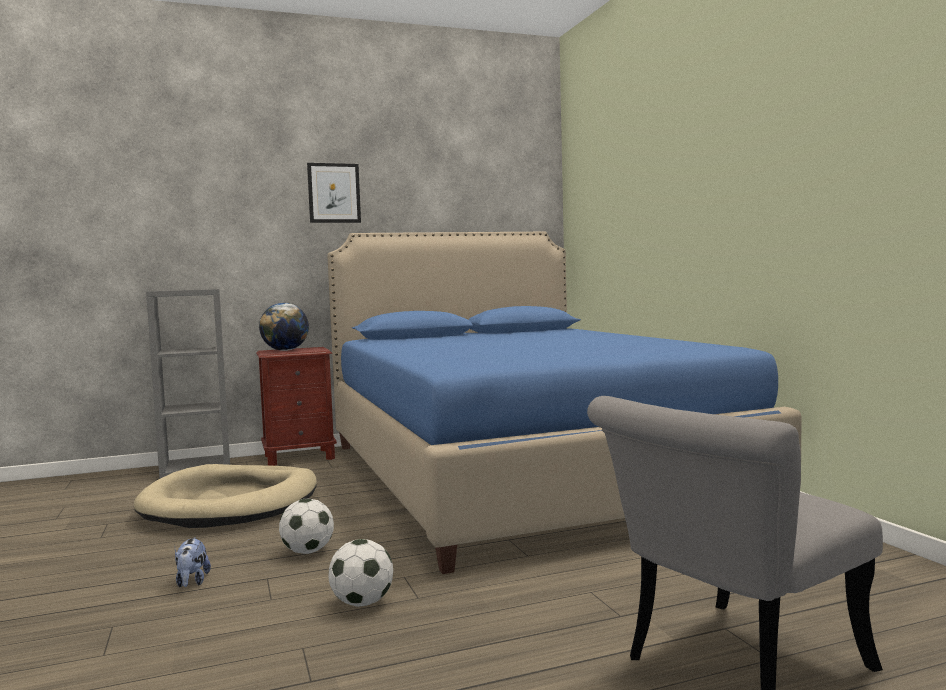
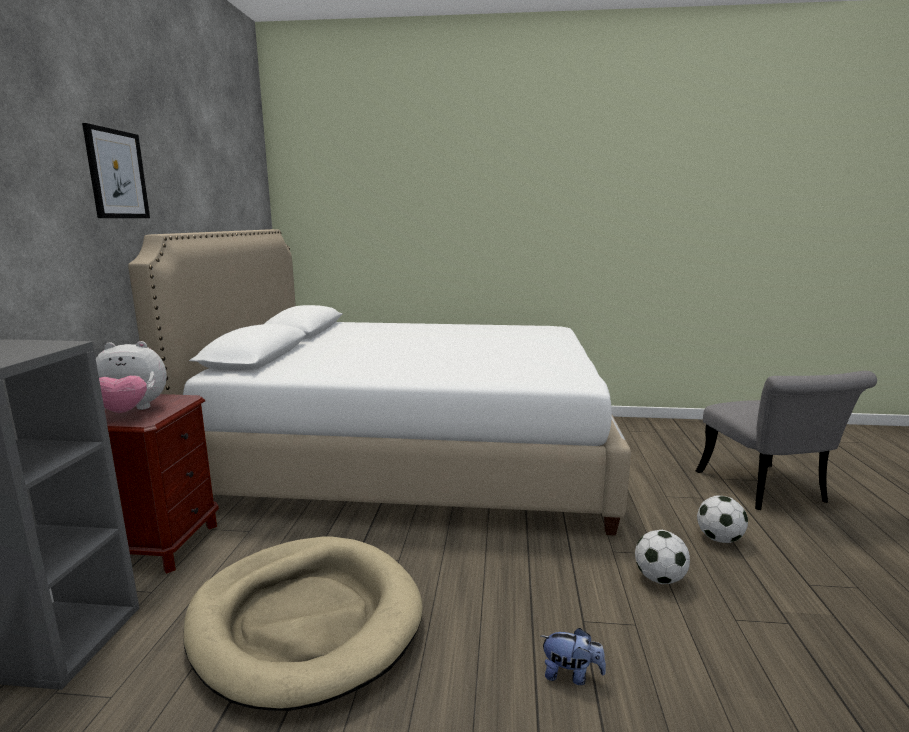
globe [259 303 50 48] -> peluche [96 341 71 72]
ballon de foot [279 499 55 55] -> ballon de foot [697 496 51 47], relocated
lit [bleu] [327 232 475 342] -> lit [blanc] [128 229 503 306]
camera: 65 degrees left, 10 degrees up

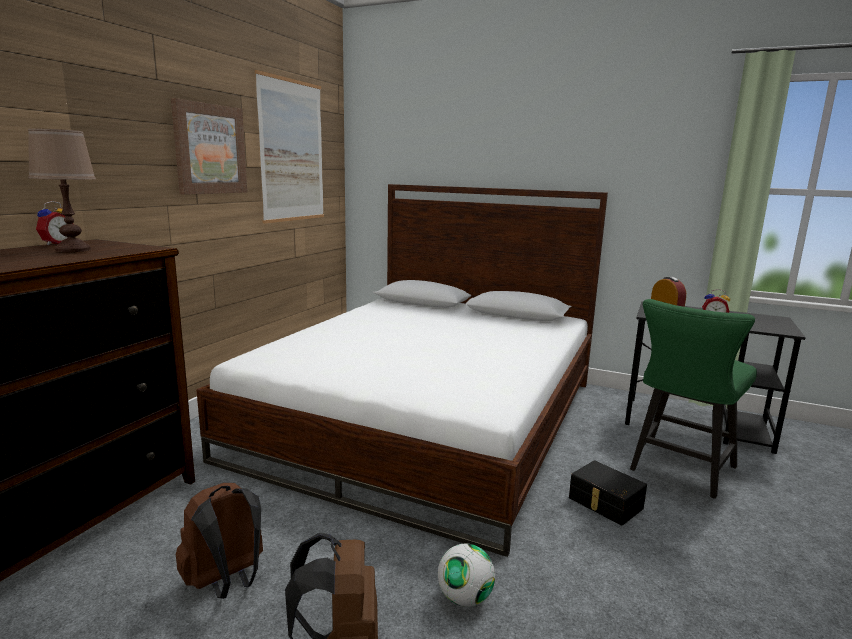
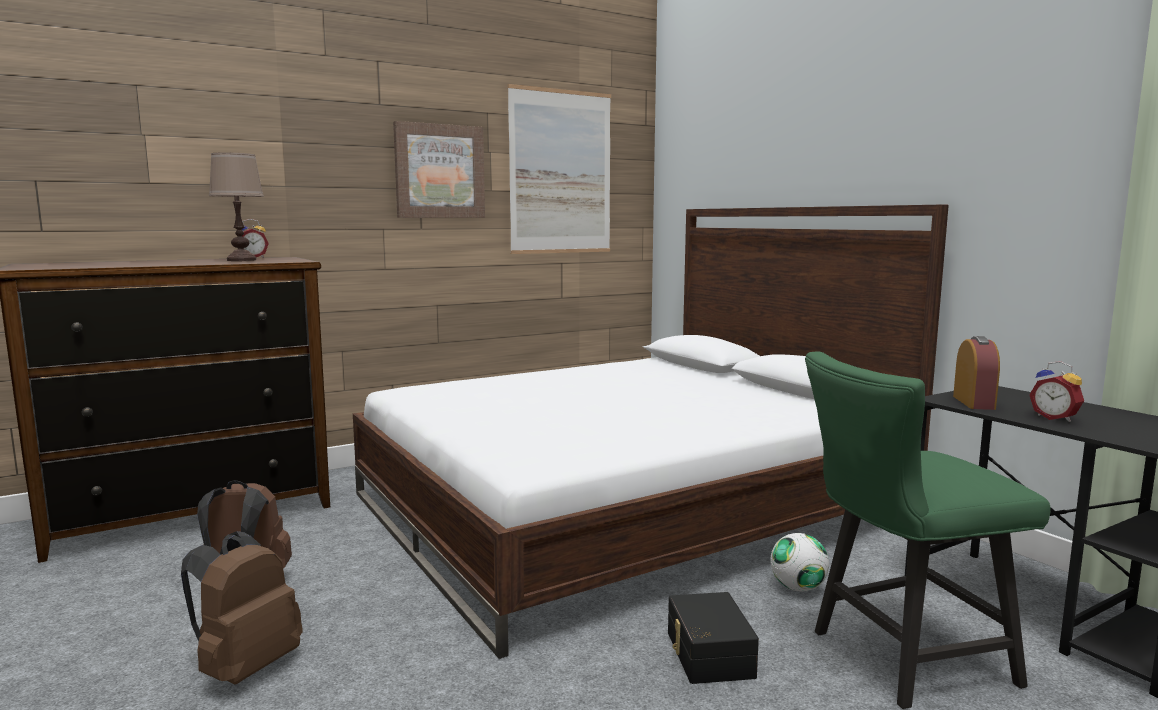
ballon de foot [438 543 57 64] -> ballon de foot [770 533 59 58], relocated
camera: 35 degrees right, 5 degrees down

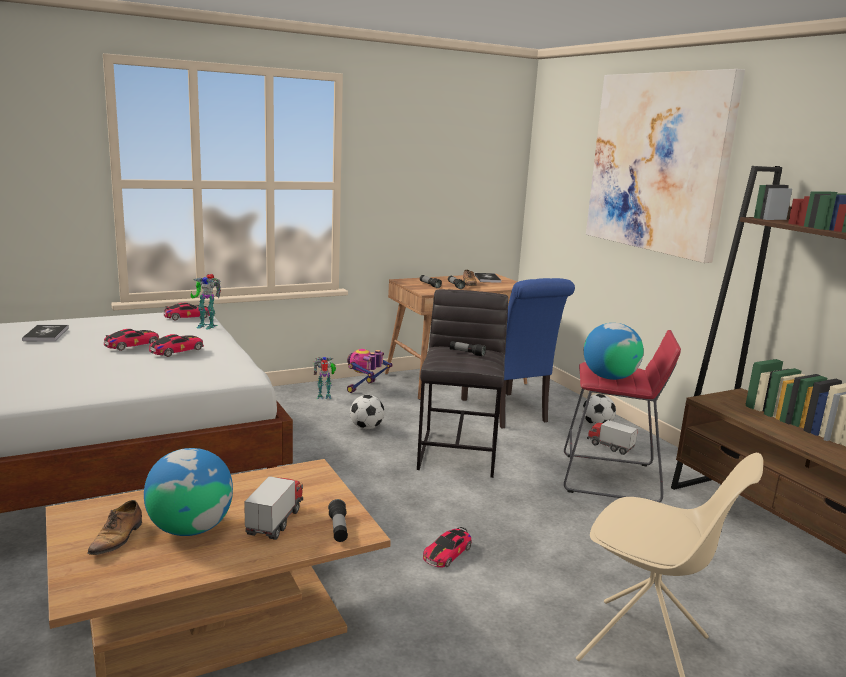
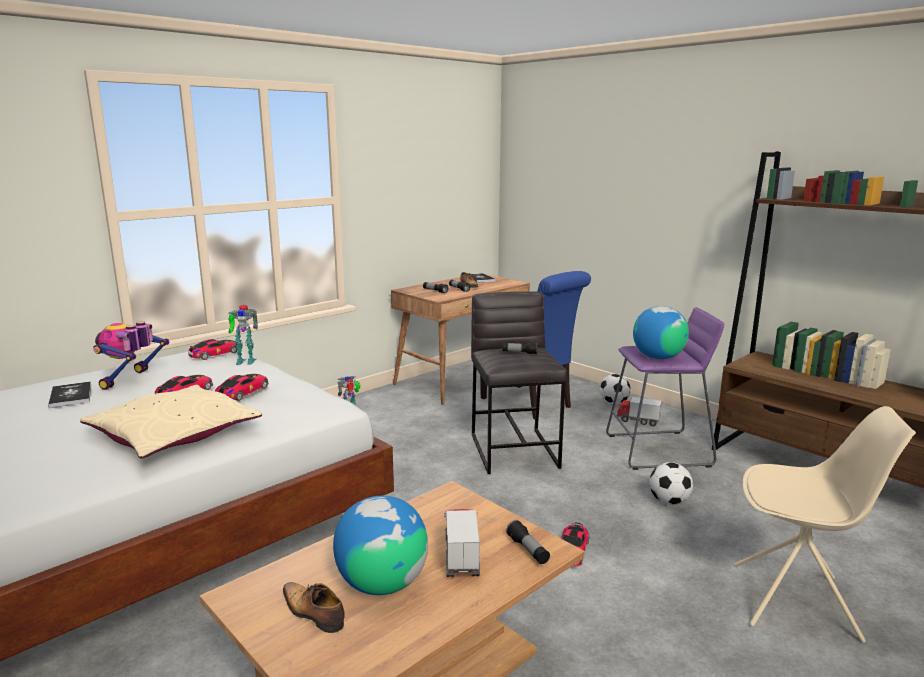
chaussure [87 500 55 55] -> chaussure [283 582 62 51], 135 degrees clockwise
robot jouet [347 349 46 44] -> robot jouet [93 321 76 69], relocated
ballon de foot [350 395 34 34] -> ballon de foot [649 462 44 43], relocated
tabouret [rouge] [564 330 117 173] -> tabouret [violet] [606 307 118 163]
tableau [586 69 159 194] -> none
none -> coussin [beige] [80 385 182 73]
camera: 15 degrees left, 0 degrees up

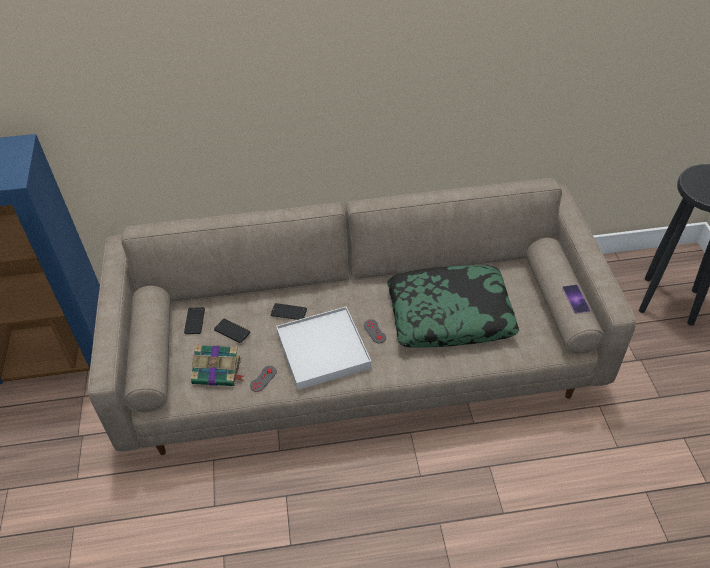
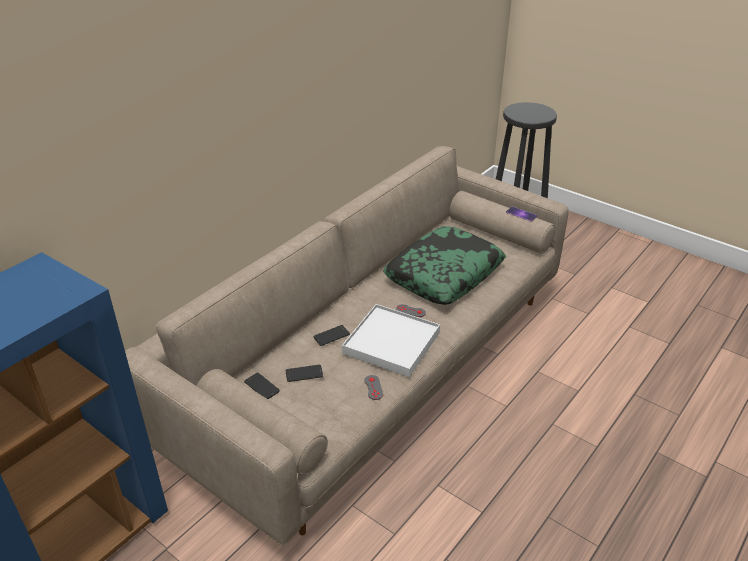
livre [191 344 53 42] -> none
camera: 45 degrees left, 10 degrees down

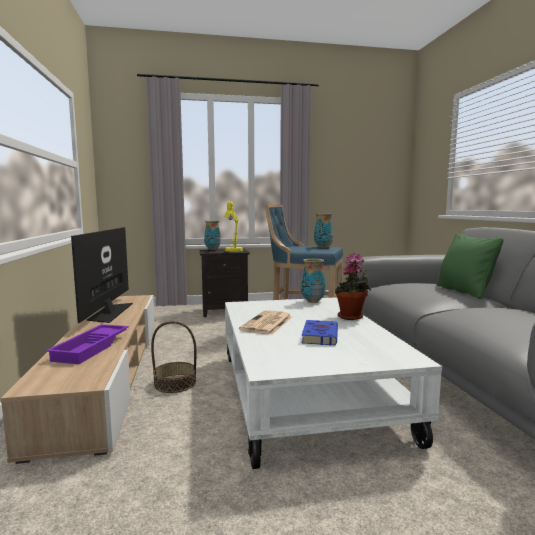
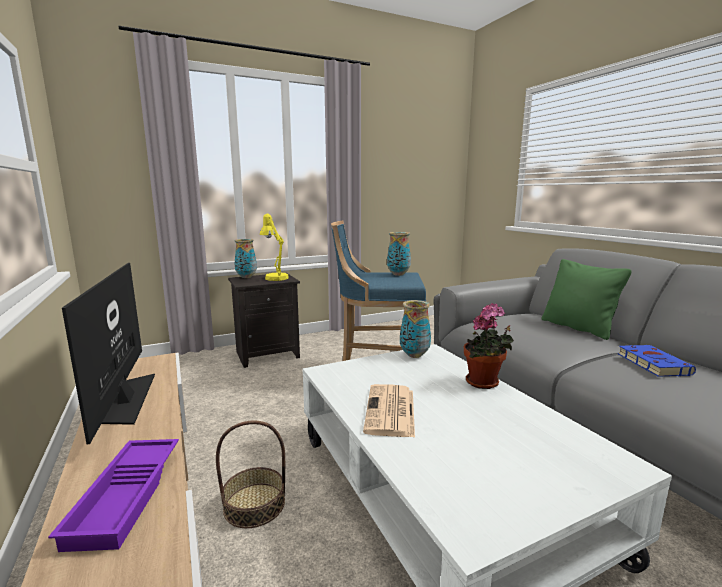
livre [bleu] [302 320 36 26] -> livre [bleu] [618 345 78 32], relocated
camera: 15 degrees left, 5 degrees up

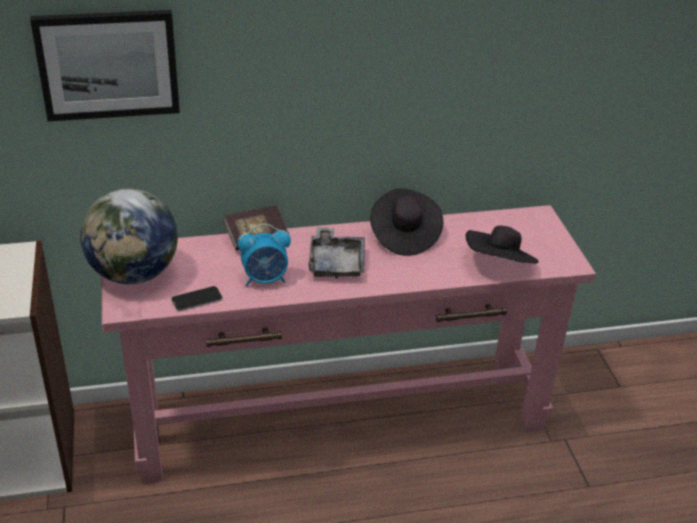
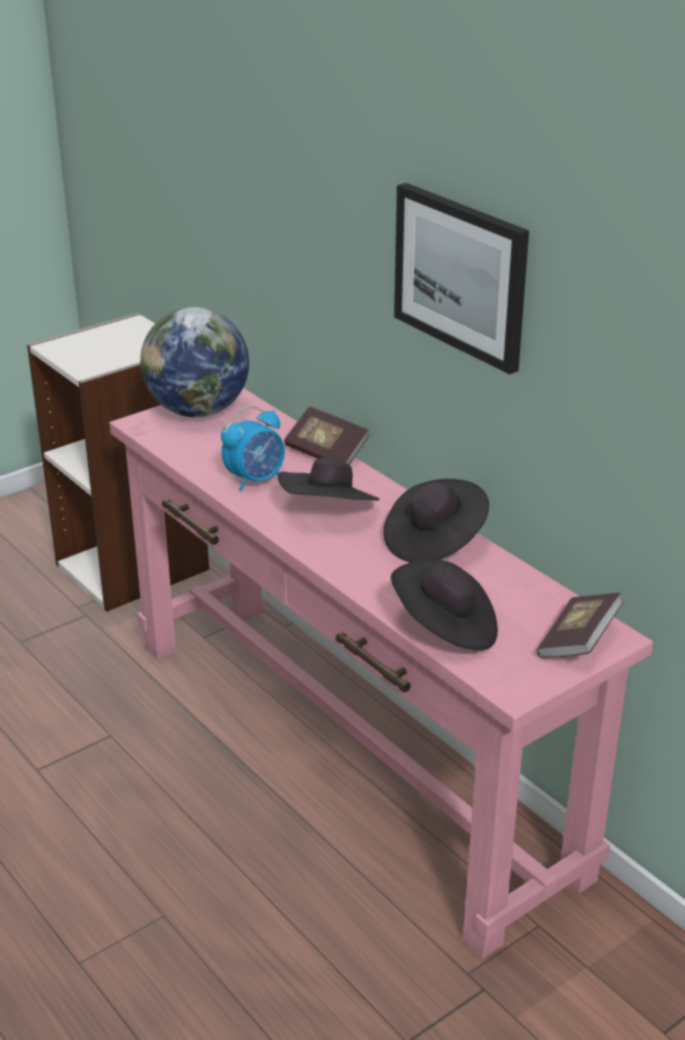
tableau [30 10 150 111] -> tableau [394 183 135 192], relocated
téléphone [171 286 52 25] -> none
réveil [238 224 53 62] -> réveil [221 406 64 86], 90 degrees counterclockwise
plateau [gris] [309 227 56 52] -> chapeau [noir] [278 458 101 43]
none -> livre [537 593 87 65]
camera: 65 degrees right, 5 degrees down

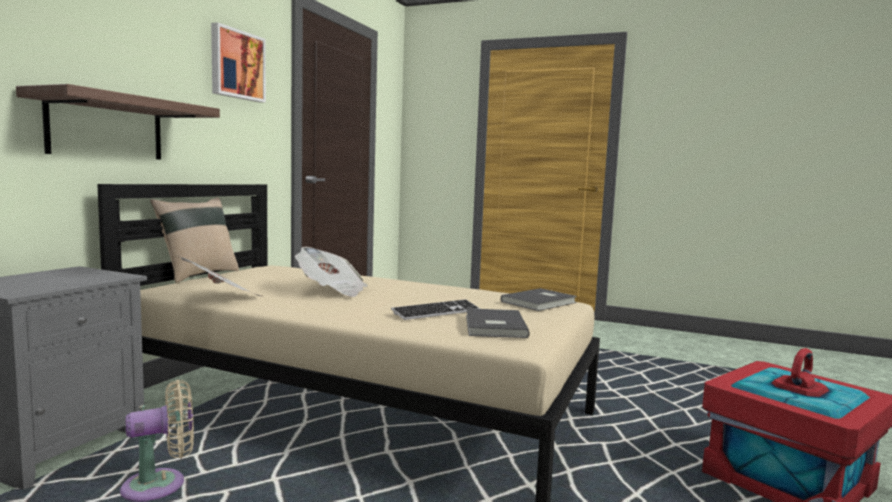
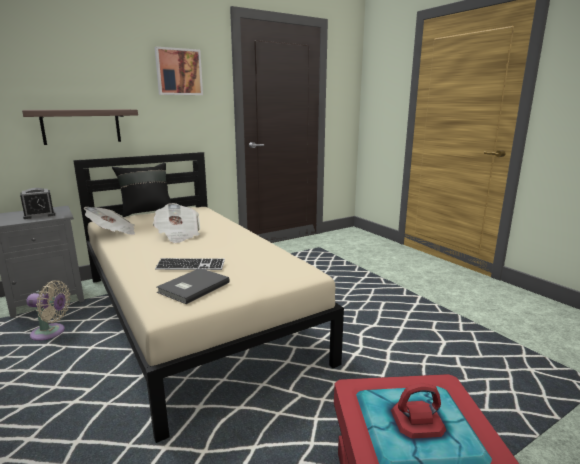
coussin [beige] [150 197 89 86] -> coussin [noir] [112 163 59 54]
livre [gris] [501 288 76 23] -> none
none -> réveil [20 188 35 31]
camera: 35 degrees right, 10 degrees up

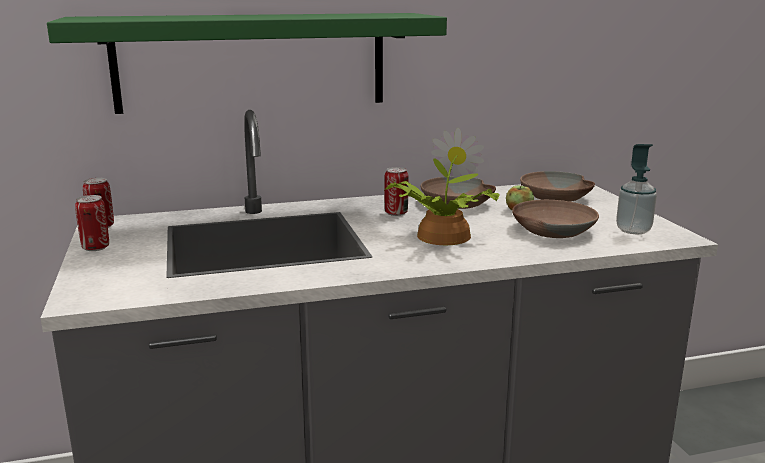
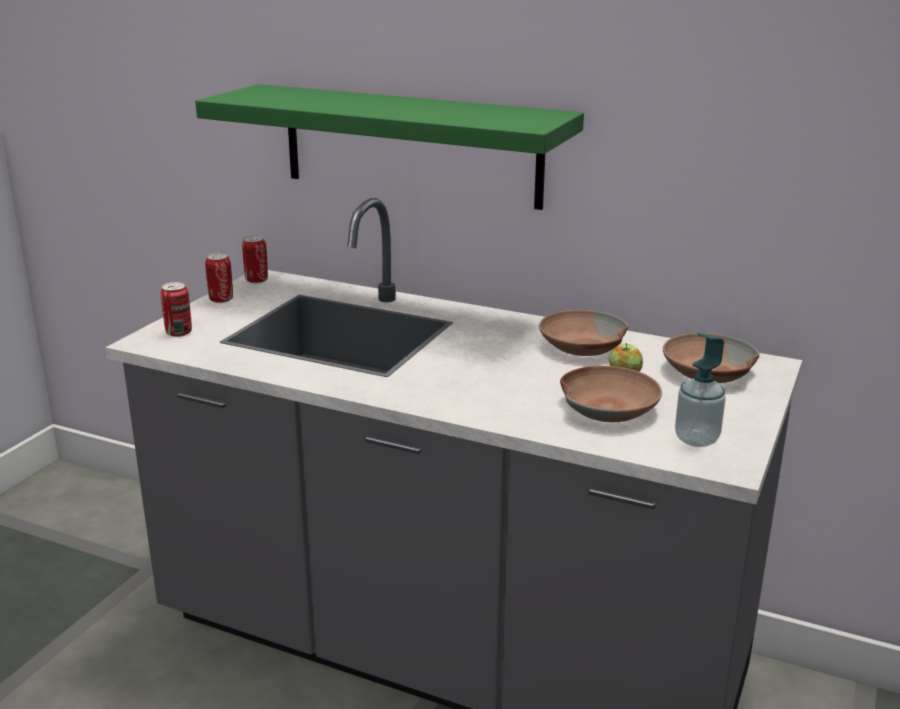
boîte métallique [384 167 25 49] -> boîte métallique [161 282 31 55], relocated
plante en pot [385 128 115 117] -> none
camera: 40 degrees right, 5 degrees up

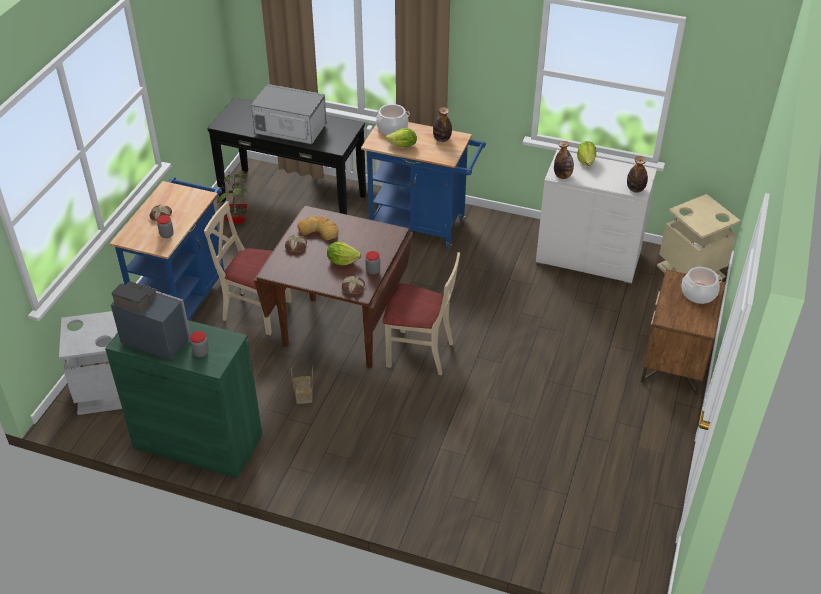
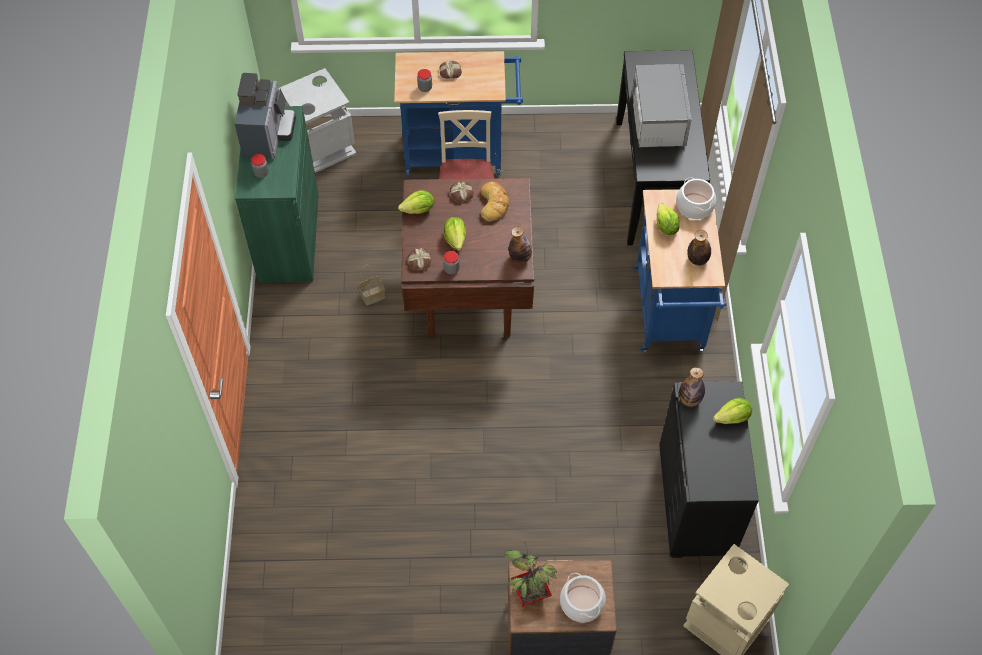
plante en pot [213 171 35 53] -> plante en pot [504 543 53 64], relocated
chaise [beige] [383 252 77 123] -> none
commode [blanc] [536 150 121 134] -> commode [noir] [659 381 100 177]
bouteille [627 156 21 37] -> bouteille [509 226 23 38], relocated
none -> laitue [398 190 36 24]
camera: 70 degrees right, 15 degrees up

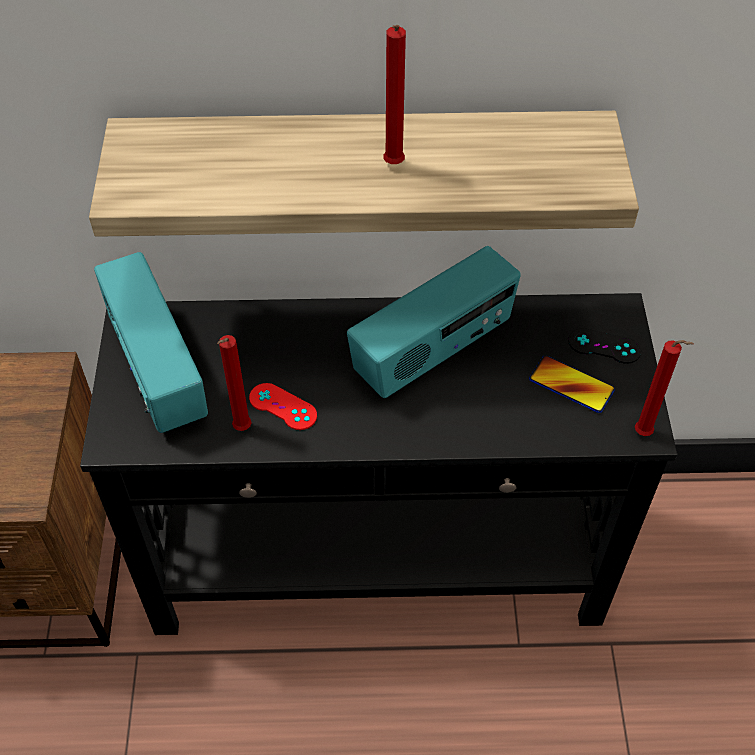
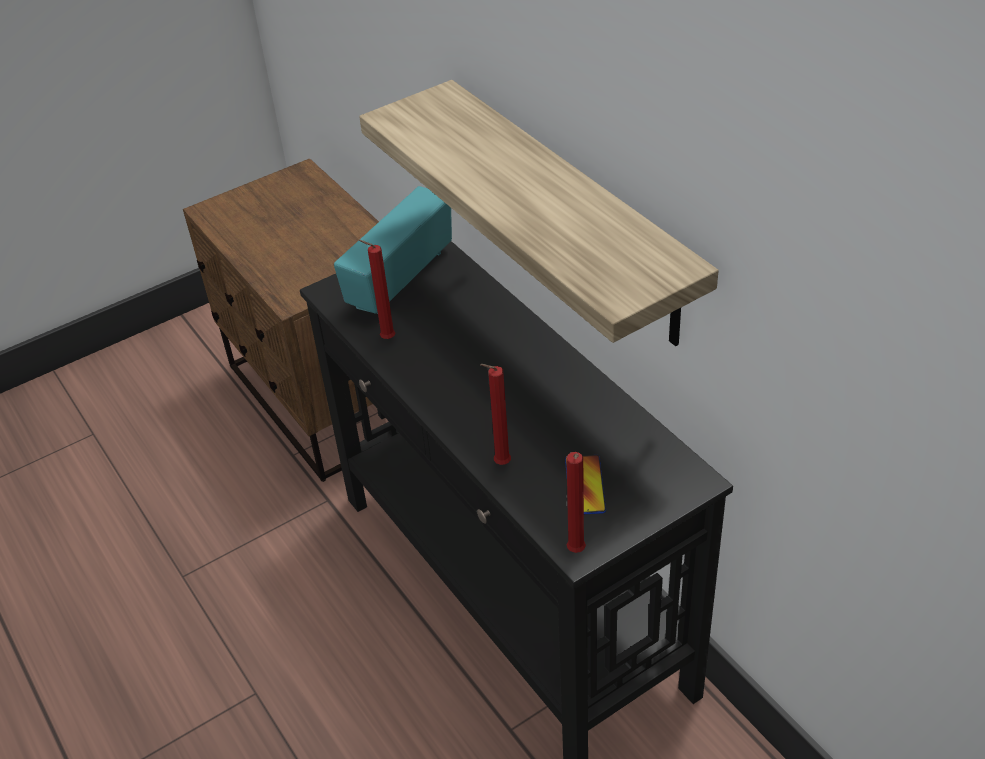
manette [rouge] [249 383 68 47] -> none
radio [347 246 174 152] -> none
bougie [rouge] [383 25 23 139] -> bougie [rouge] [480 364 31 101], relocated
manette [noir] [568 328 73 36] -> none
camera: 60 degrees right, 10 degrees down

